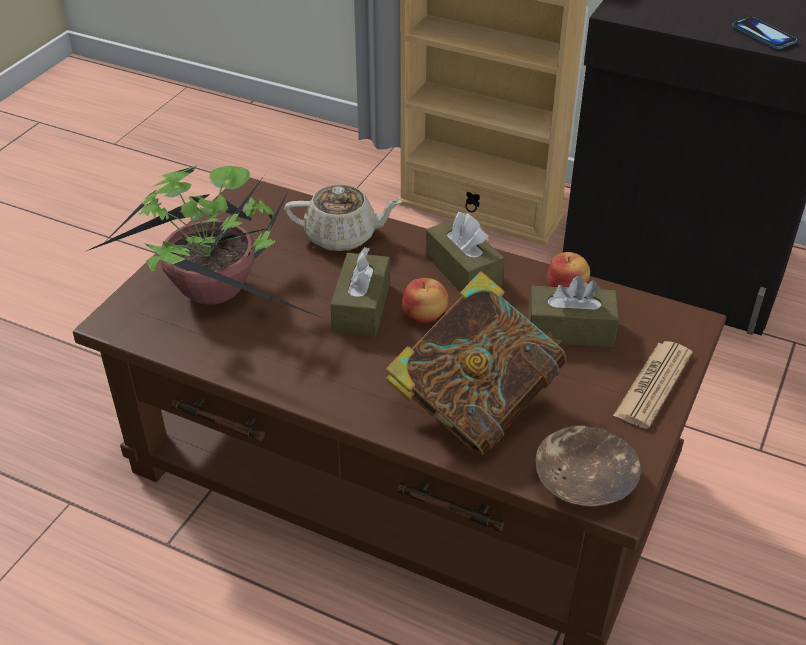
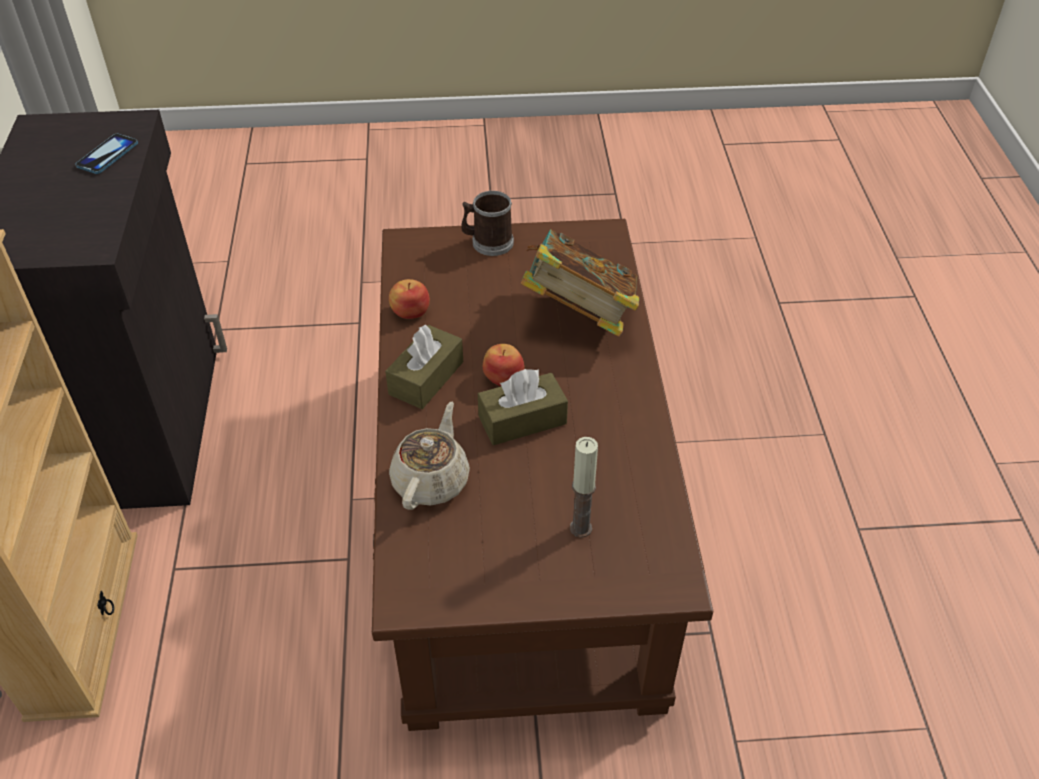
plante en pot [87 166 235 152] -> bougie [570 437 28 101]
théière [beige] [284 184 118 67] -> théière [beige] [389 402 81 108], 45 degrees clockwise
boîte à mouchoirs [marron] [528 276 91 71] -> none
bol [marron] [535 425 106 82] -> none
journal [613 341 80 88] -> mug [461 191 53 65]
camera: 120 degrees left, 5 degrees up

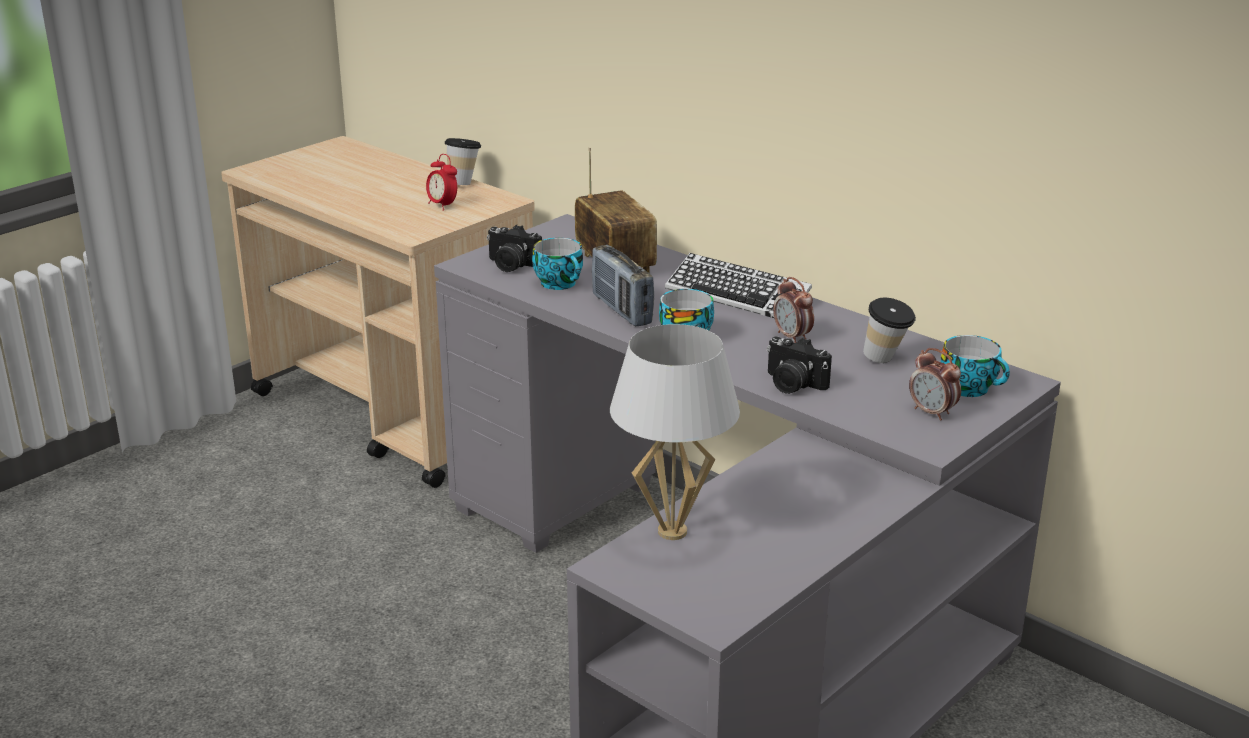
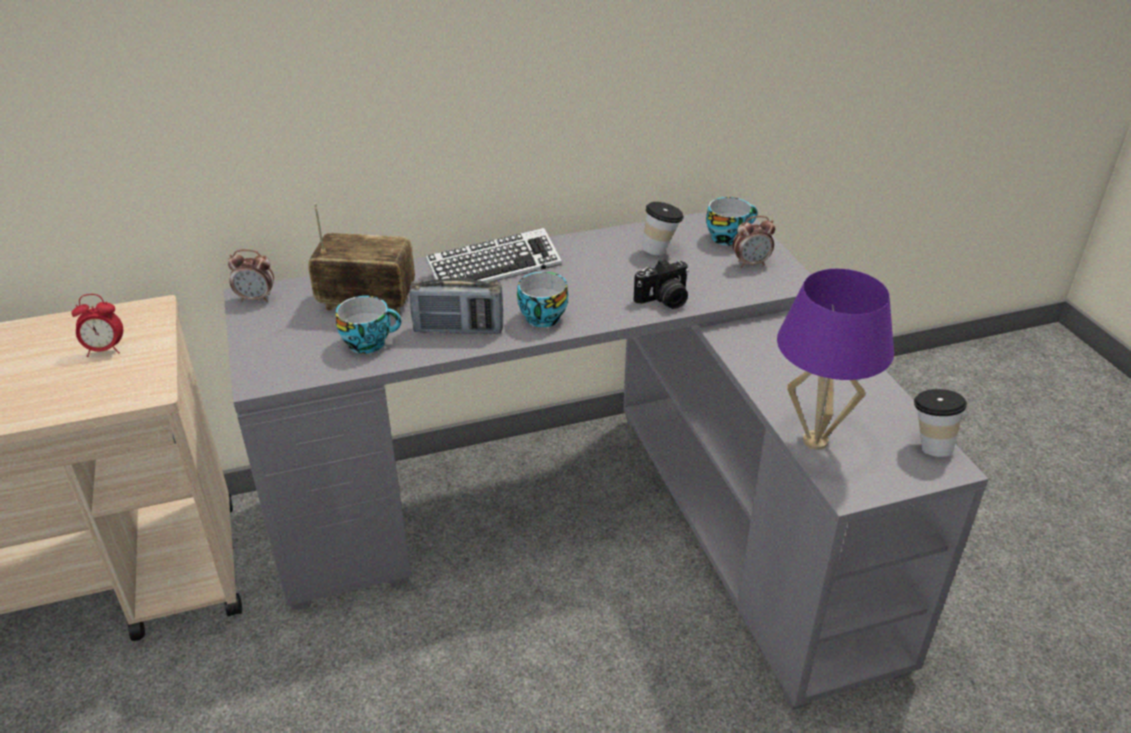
tasse [445 138 36 47] -> tasse [914 389 53 68], relocated
appareil photo [487 225 55 47] -> none
lampe de table [blanc] [610 324 130 216] -> lampe de table [violet] [777 269 117 181]
réveil [773 277 41 66] -> réveil [228 249 46 53], relocated
camera: 60 degrees left, 10 degrees up

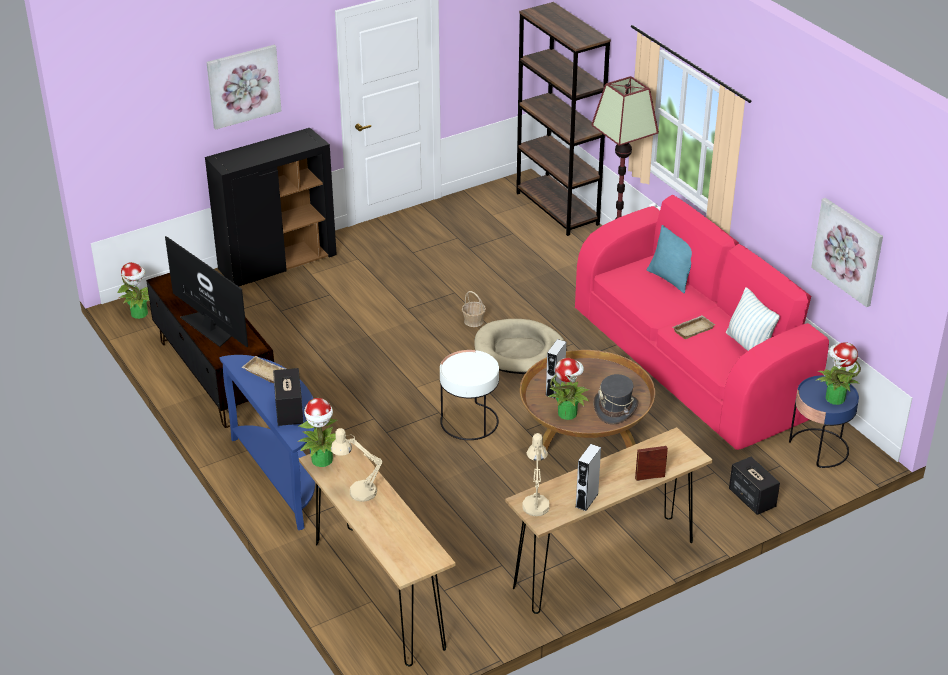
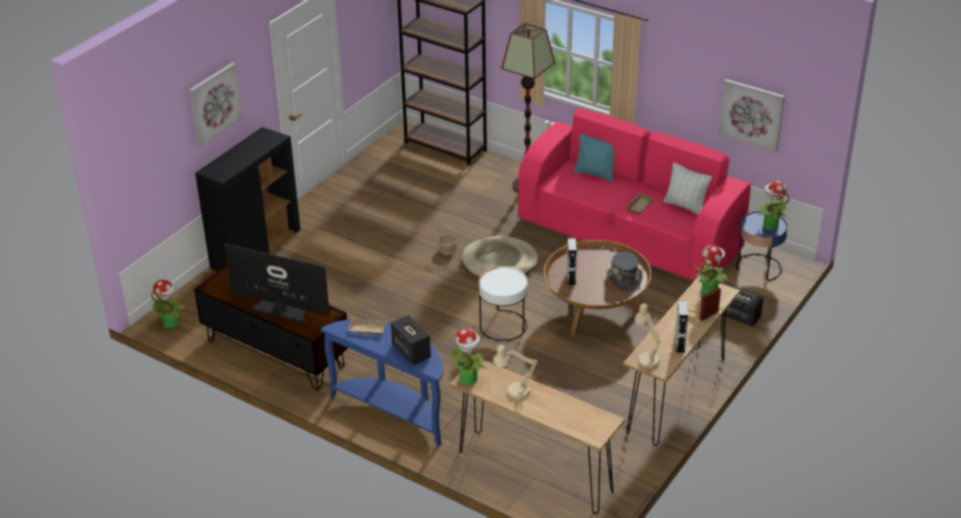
plante en pot [548 358 42 62] -> plante en pot [694 245 36 51], relocated
camera: 25 degrees left, 0 degrees up

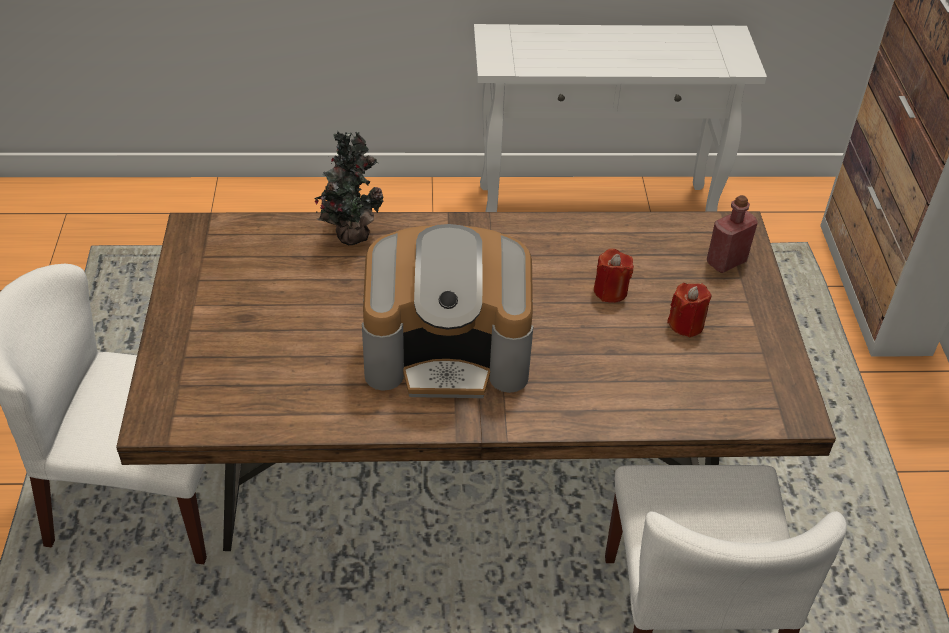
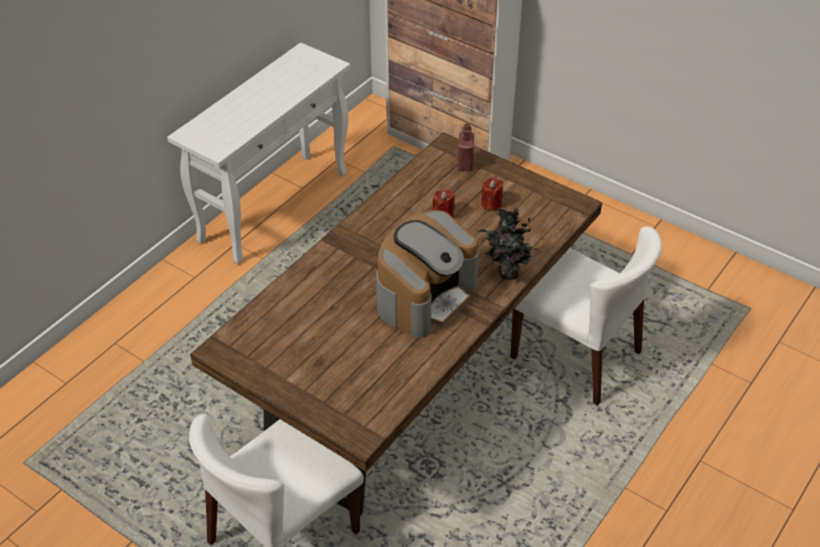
plante en pot [314 131 69 114] -> plante en pot [478 206 63 74], relocated
camera: 50 degrees left, 0 degrees up

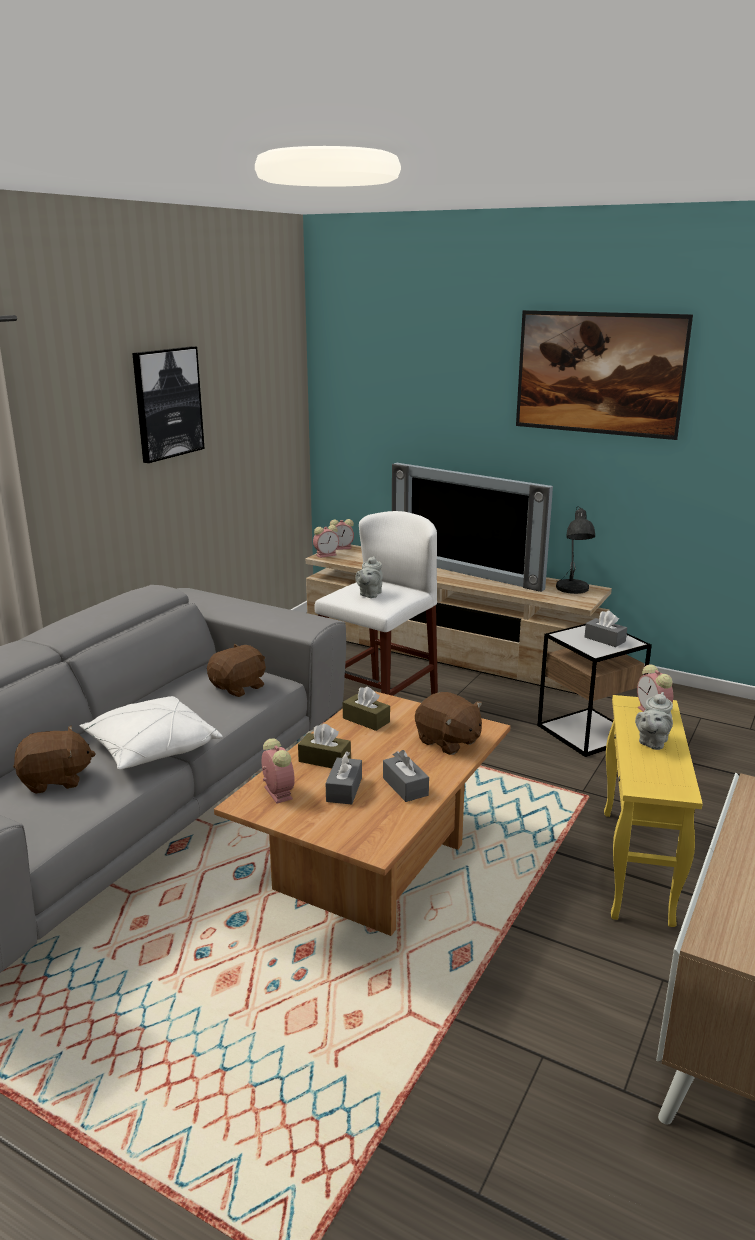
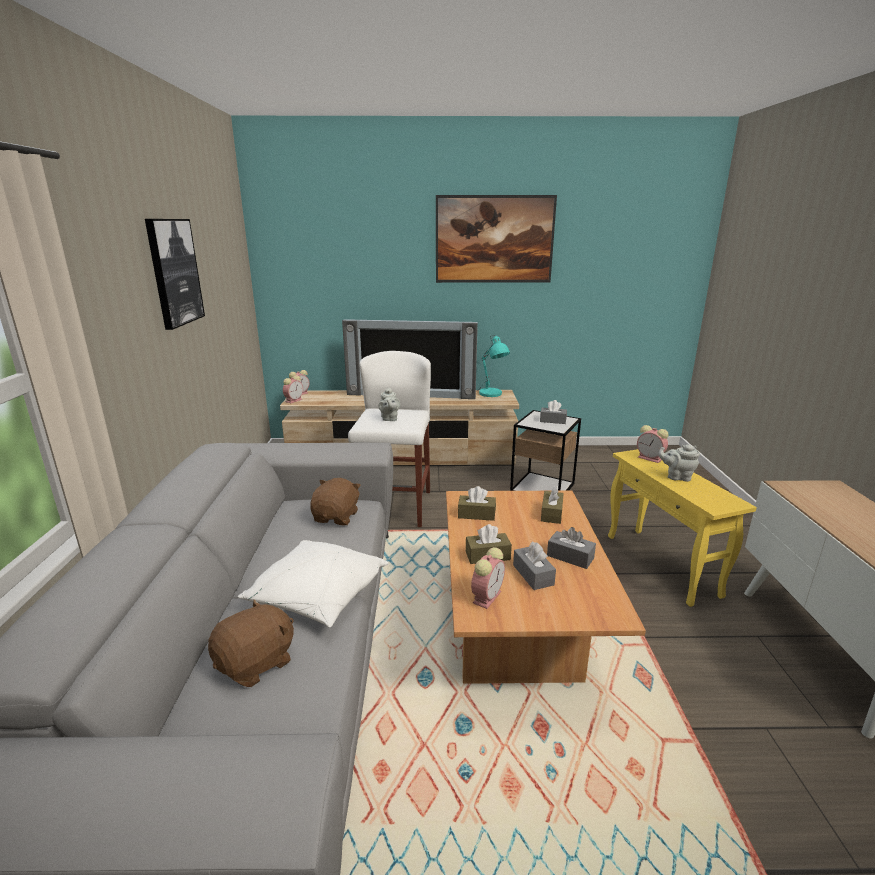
réveil [262 738 33 66] -> réveil [471 547 34 62], 90 degrees clockwise
peluche [marron] [415 692 67 63] -> boîte à mouchoirs [marron] [541 486 23 38]
lampe de table [gris] [555 508 40 86] -> lampe de table [turquoise] [477 335 33 62]
théière [gris] [635 692 38 58] -> théière [gris] [658 445 42 37], 105 degrees clockwise
camera: 30 degrees left, 0 degrees up

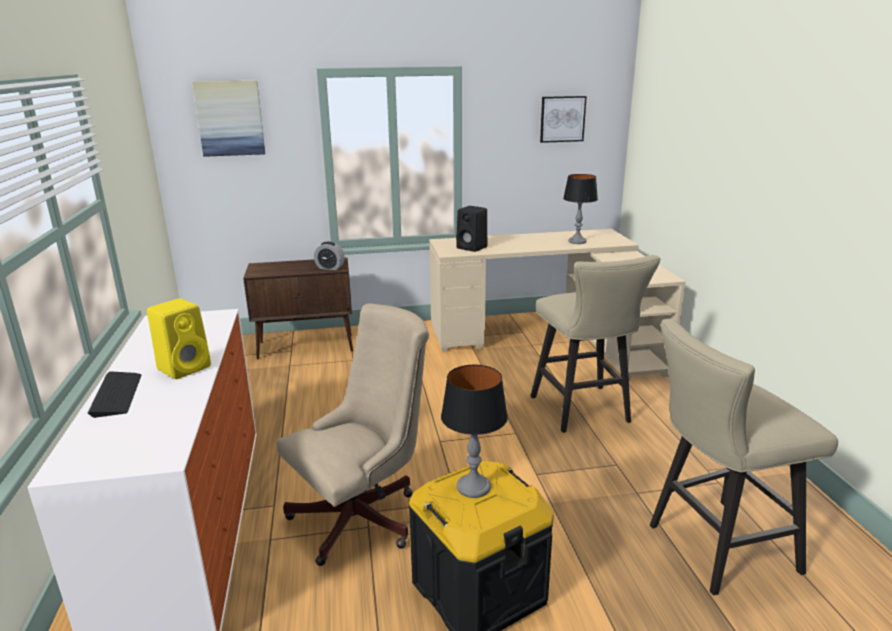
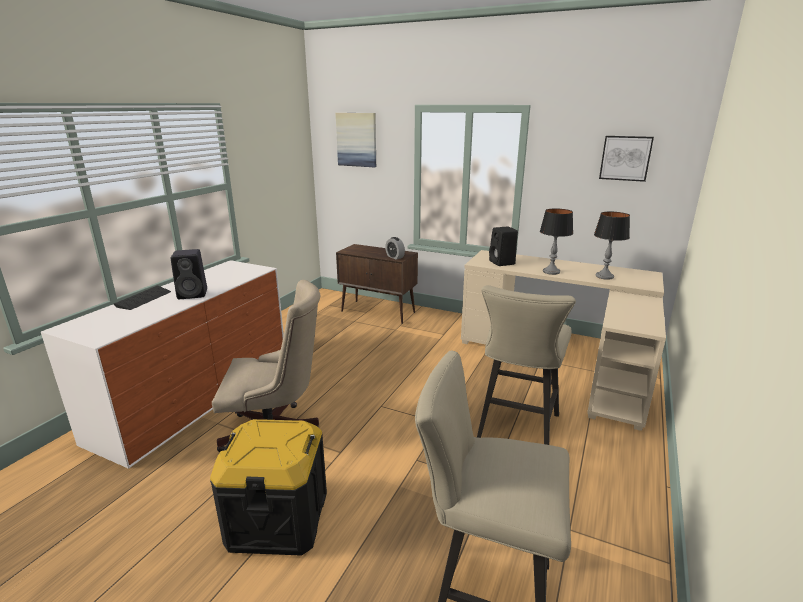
enceinte [jaune] [147 298 64 81] -> enceinte [noir] [171 249 36 50]
lampe de table [441 365 67 133] -> lampe de table [540 208 33 67], relocated
camera: 35 degrees right, 0 degrees up

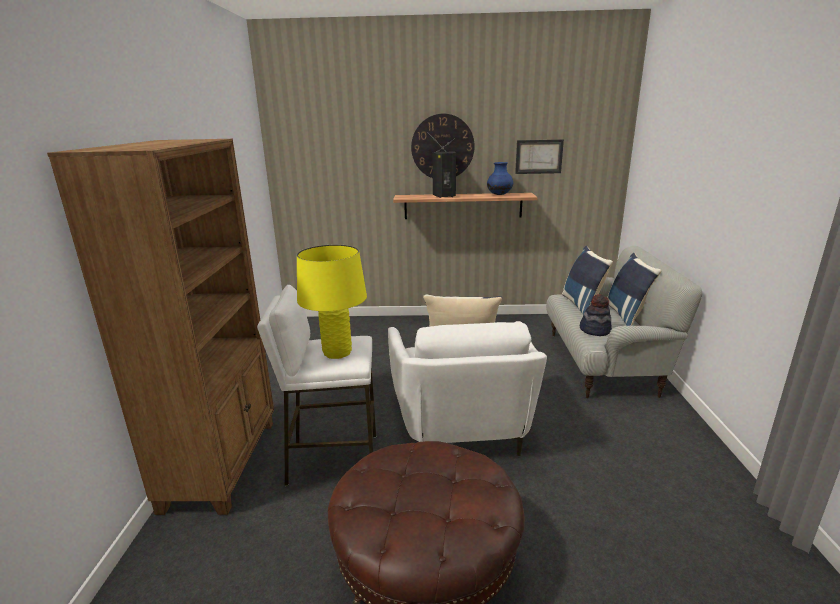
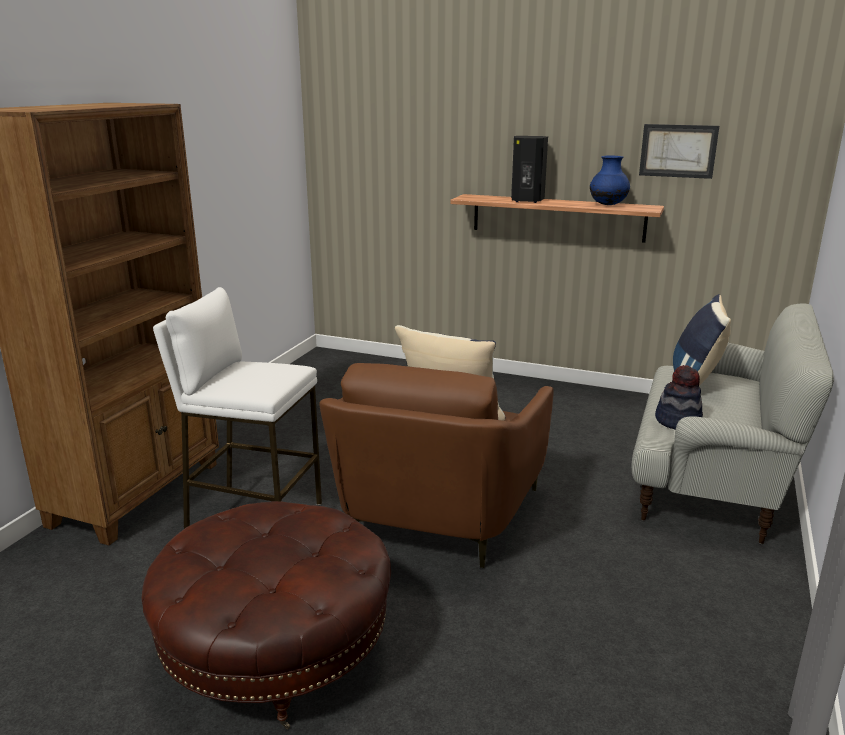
lampe de table [jaune] [297 245 70 114] -> none
fauteuil [blanc] [388 321 159 135] -> fauteuil [marron] [319 363 235 205]
horloge murale [411 114 64 64] -> none
coussin [bleu] [607 253 54 73] -> none
camera: 20 degrees right, 0 degrees up

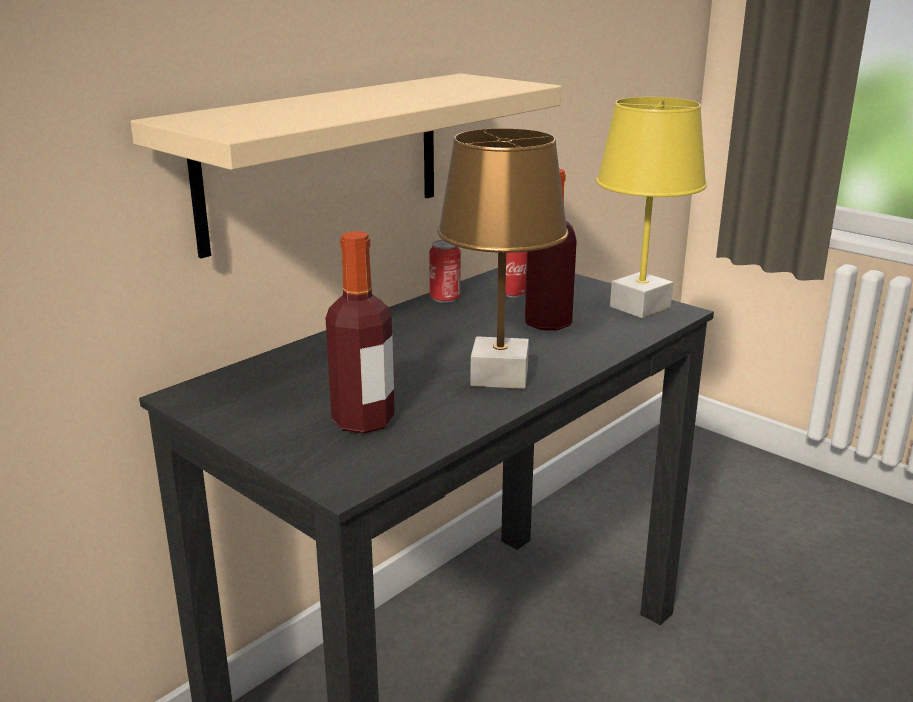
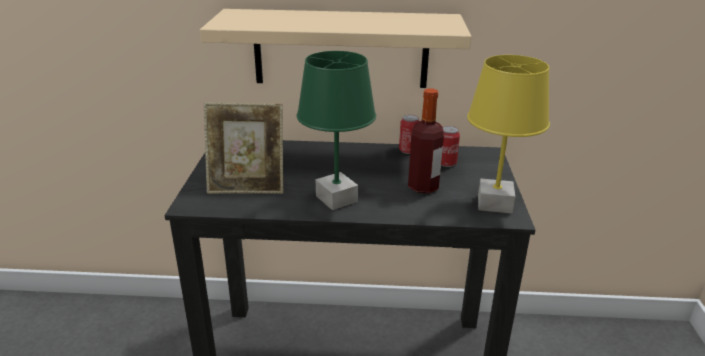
bouteille [326 231 69 203] -> cadre photo [204 102 79 92]
lampe de table [marron] [438 128 131 261] -> lampe de table [vert] [297 51 79 159]
camera: 50 degrees right, 5 degrees up

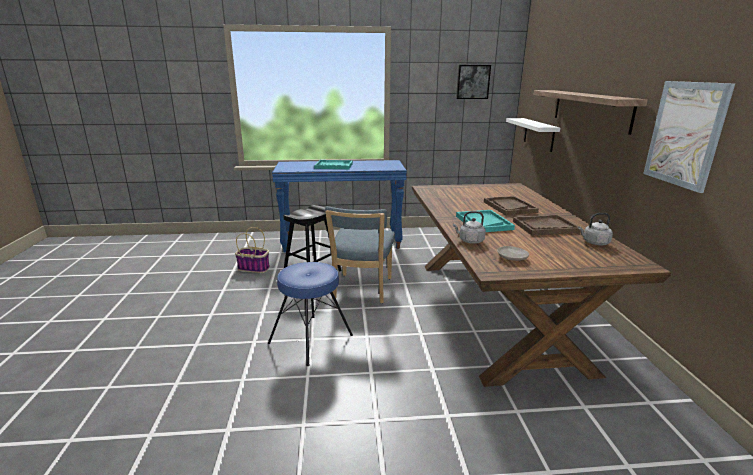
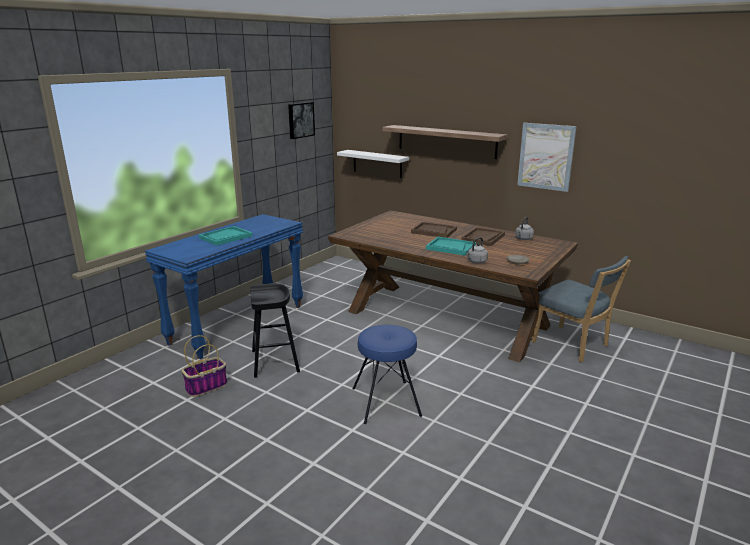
chaise [bleu] [325 206 70 97] -> chaise [bleu] [532 256 99 106], relocated
camera: 50 degrees left, 0 degrees up

